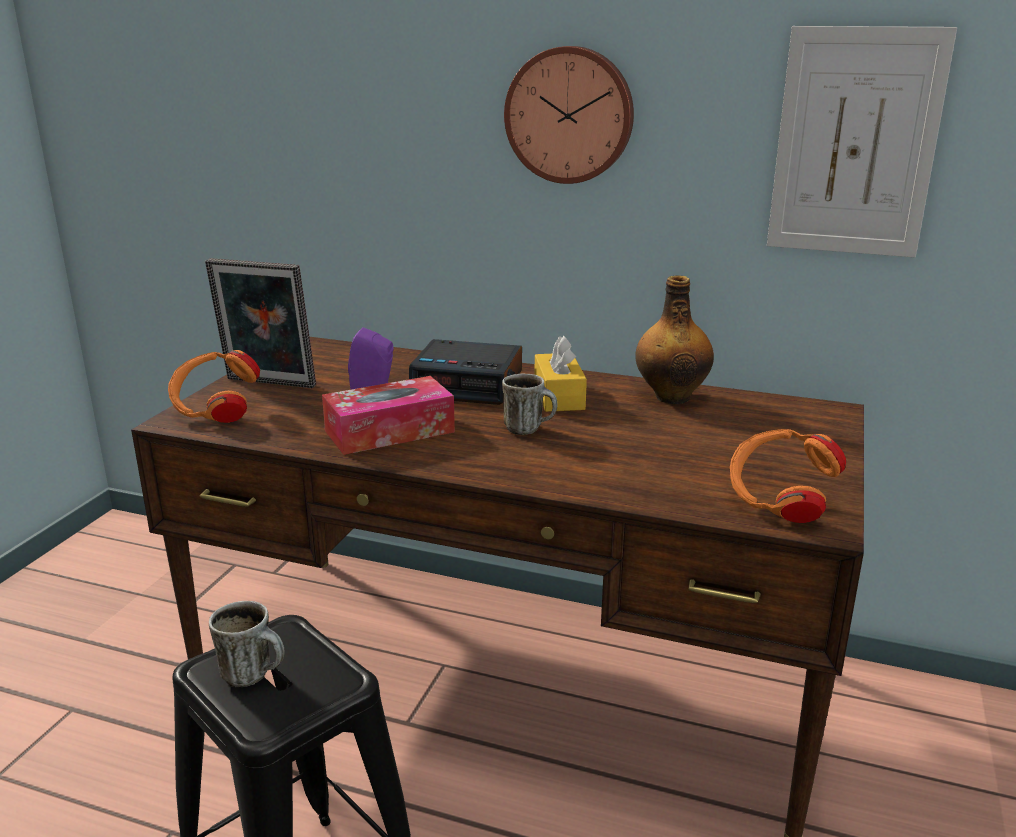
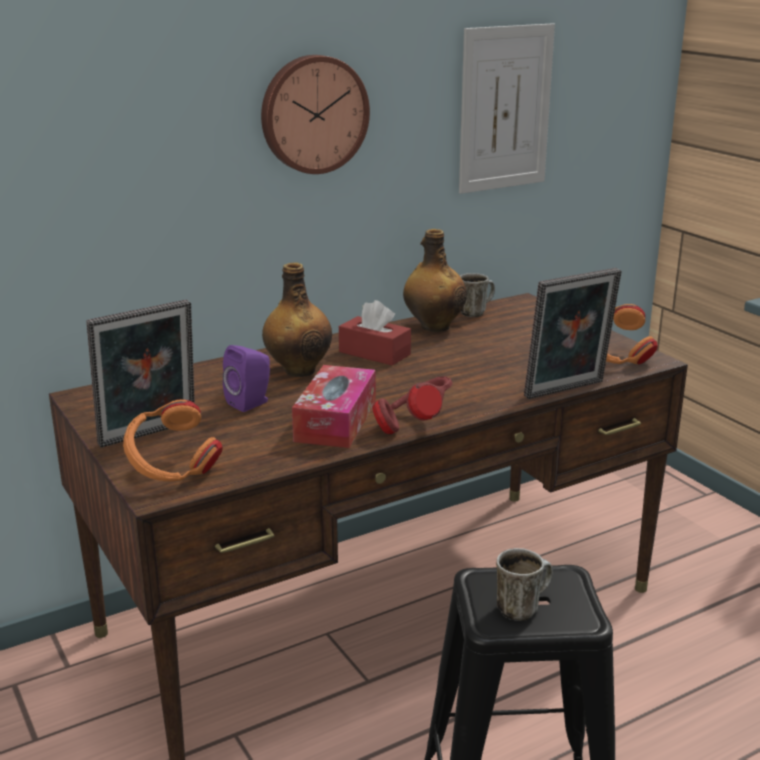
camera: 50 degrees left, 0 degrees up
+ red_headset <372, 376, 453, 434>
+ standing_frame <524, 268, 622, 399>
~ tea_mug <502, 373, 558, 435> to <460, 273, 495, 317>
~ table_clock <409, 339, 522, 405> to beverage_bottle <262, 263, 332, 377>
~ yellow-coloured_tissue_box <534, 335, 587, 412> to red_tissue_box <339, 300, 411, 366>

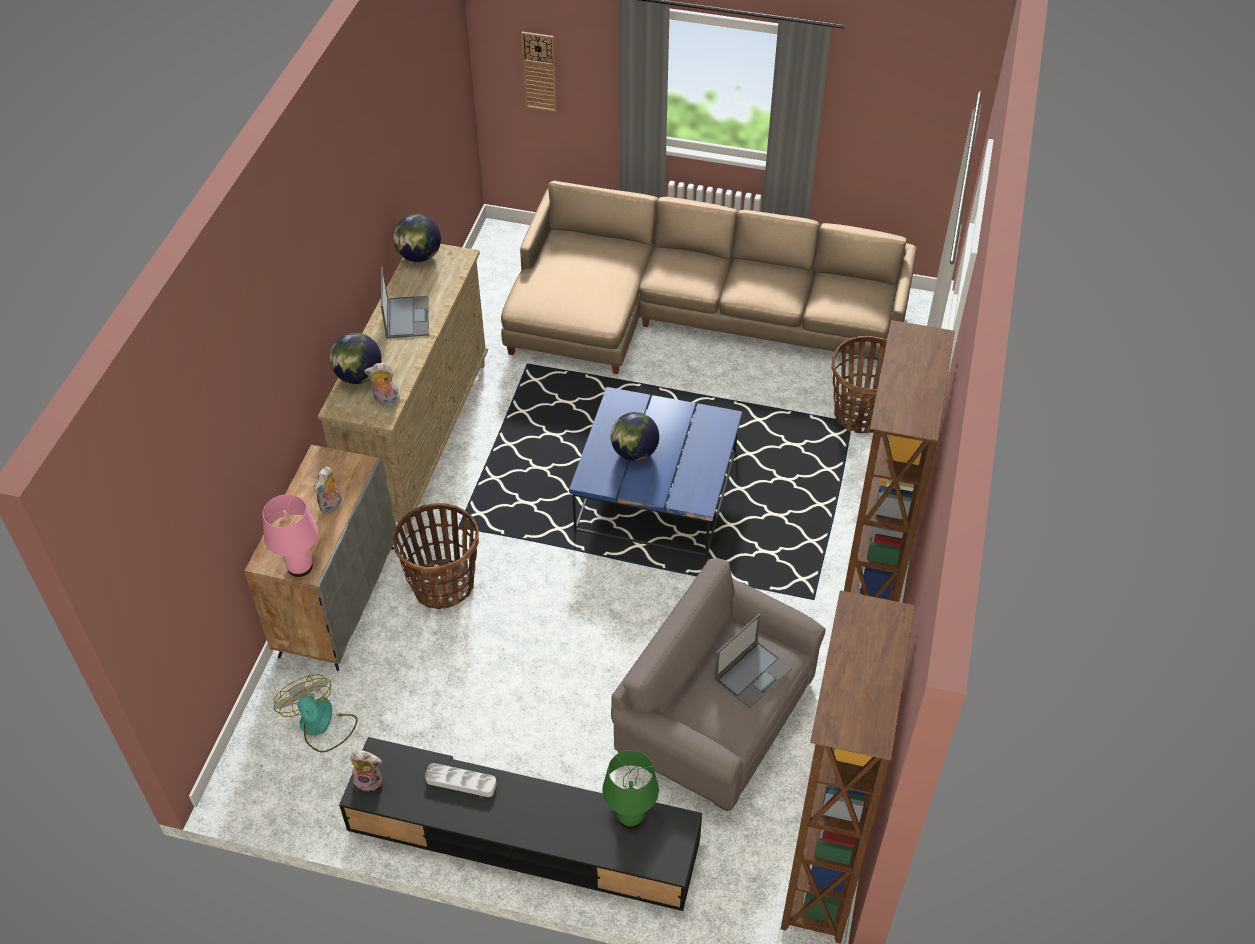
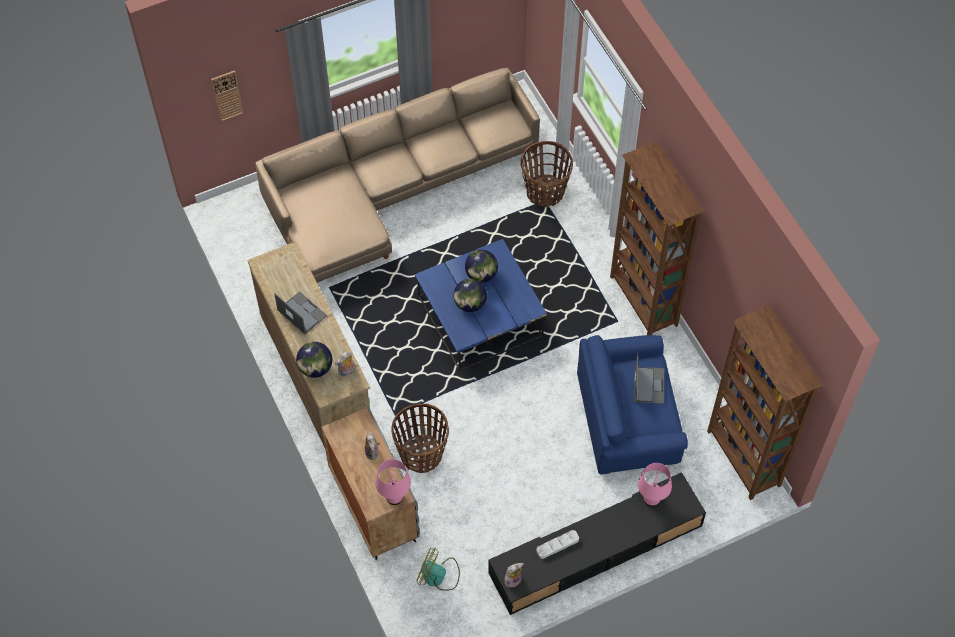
camera: 40 degrees left, 10 degrees up
~ desk_globe <393, 214, 441, 262> to <465, 250, 498, 283>
~ greenish_tabletop_lamp <602, 750, 659, 828> to pinkish_tabletop_lamp <638, 463, 672, 507>
~ grey_easy_chair <611, 558, 826, 811> to bluish_easy_chair <577, 335, 688, 475>

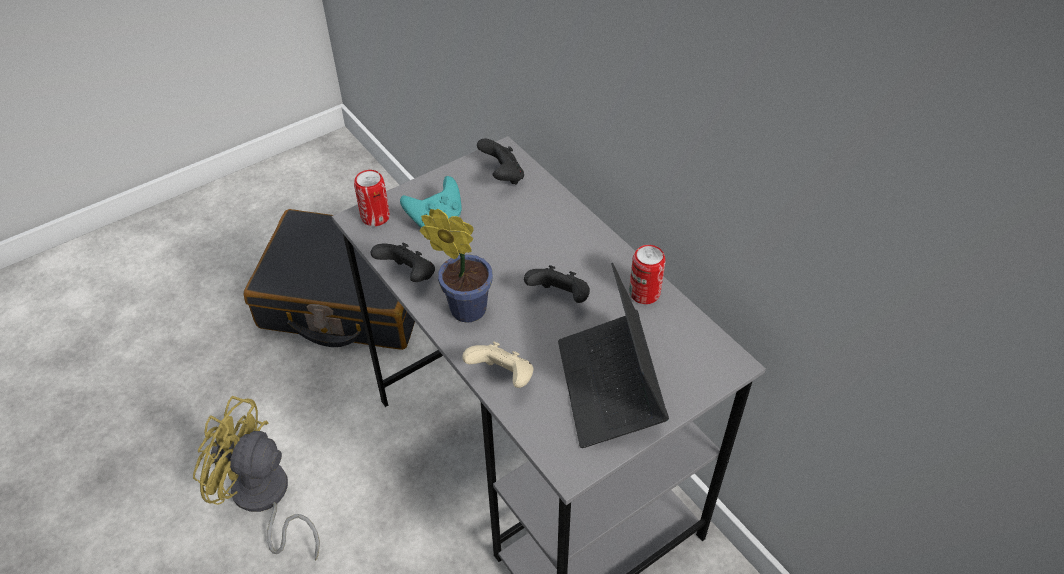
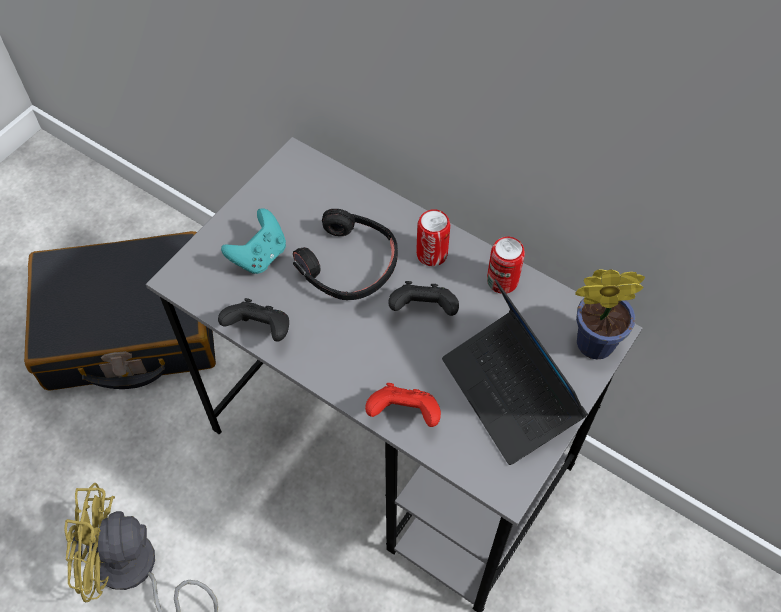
camera: 20 degrees left, 10 degrees up
- black-coloured_game_controller <477, 138, 524, 184>
+ black-coloured_headset <293, 209, 398, 300>
~ sealed_can <354, 170, 390, 226> to <416, 209, 450, 266>
~ potted_plant <420, 209, 493, 323> to <575, 269, 645, 359>
~ beige-coloured_game_controller <462, 341, 533, 388> to red_game_controller <365, 383, 441, 427>

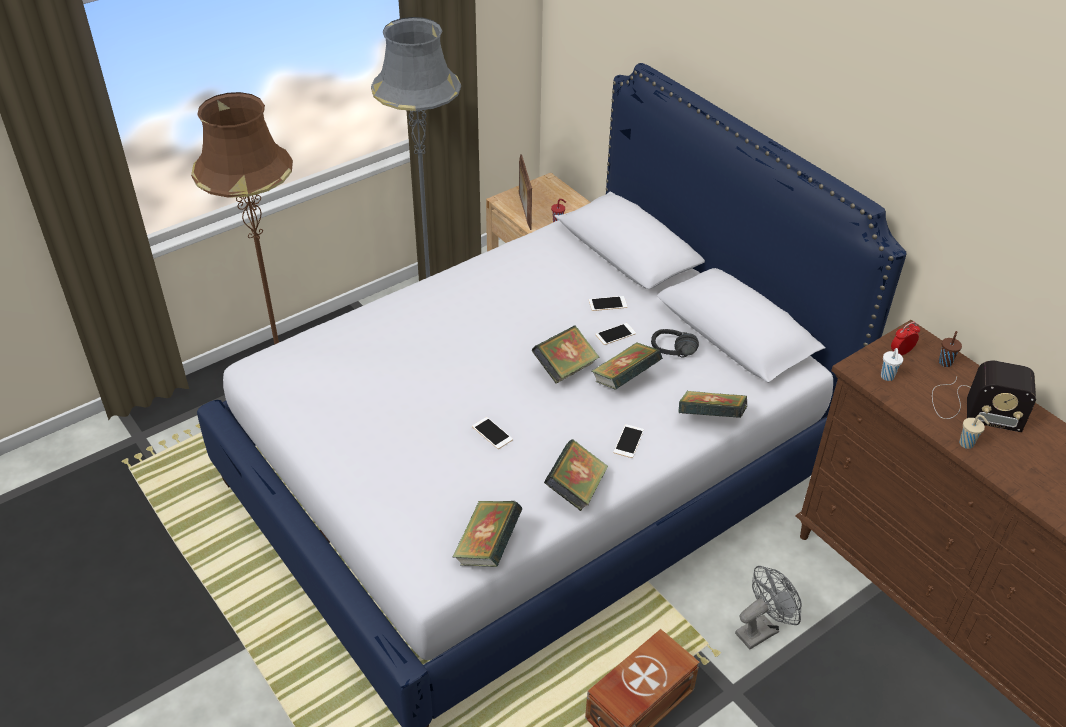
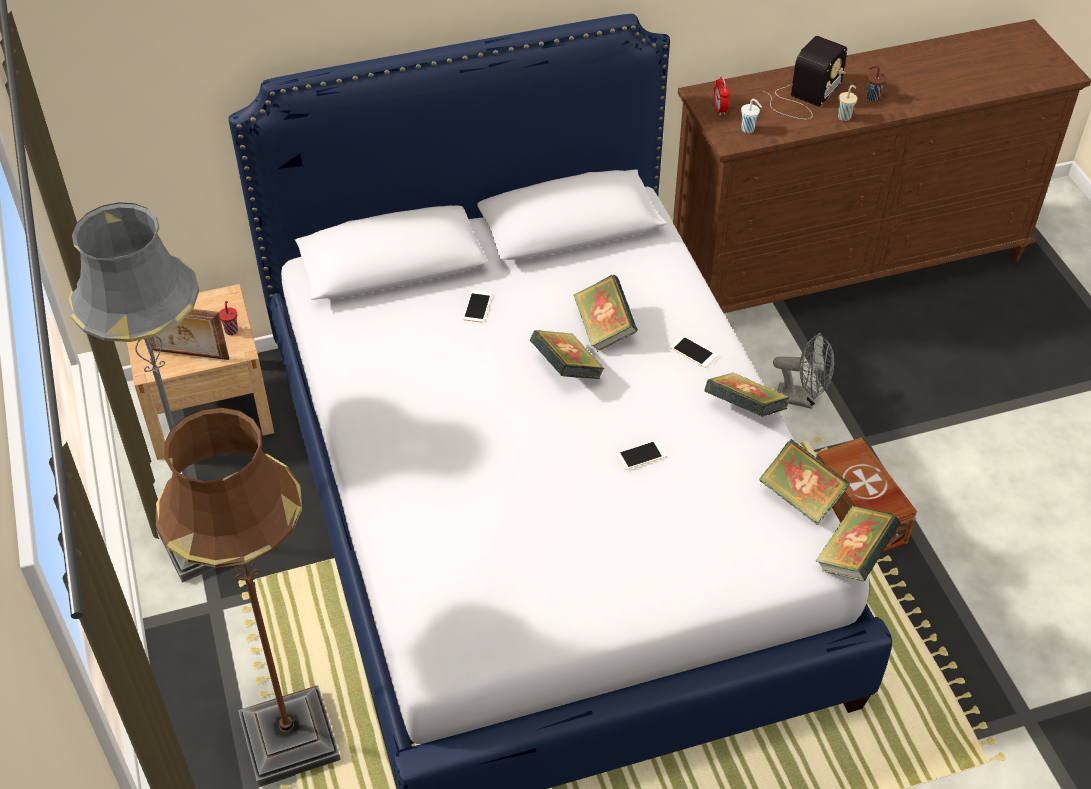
camera: 70 degrees left, 5 degrees up
- telephone <595, 323, 636, 345>
- black-coloured_headset <651, 329, 699, 358>
~ book <679, 391, 747, 418> to <816, 506, 901, 581>
~ brownish_small_cup <939, 331, 962, 367> to <867, 65, 886, 101>
~ grey_fan <735, 566, 802, 649> = <773, 333, 834, 409> 120 degrees clockwise

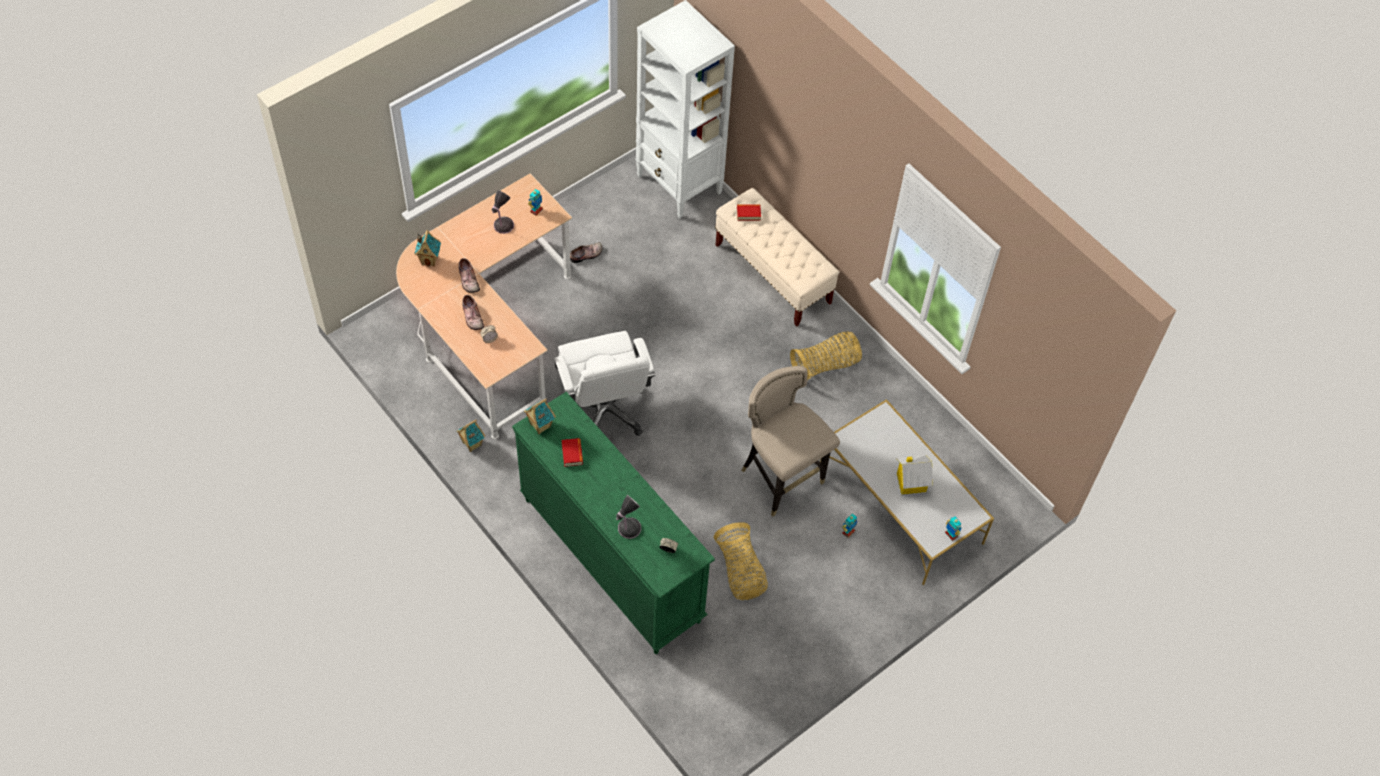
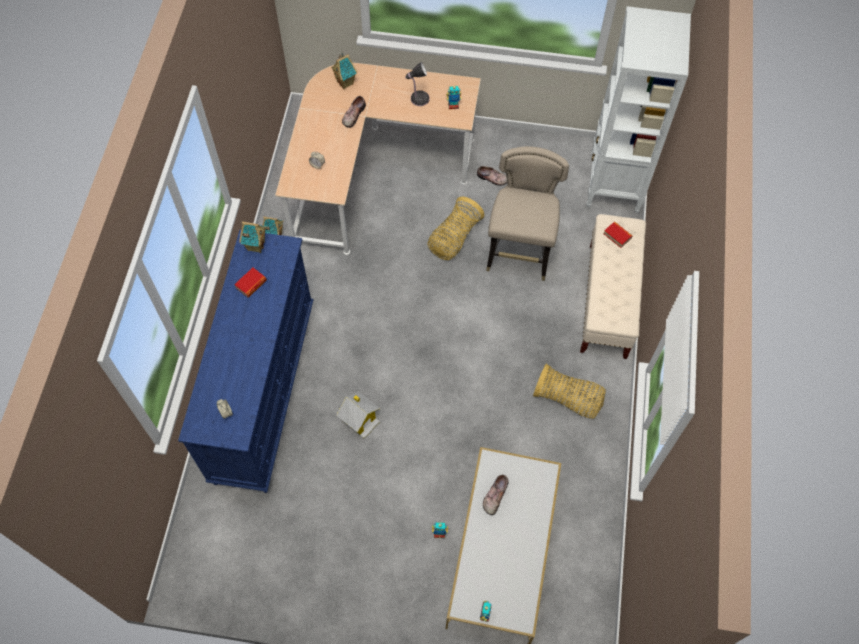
camera: 50 degrees right, 5 degrees up
- white-coloured_computer_chair <554, 331, 655, 436>
- tabletop_lamp <616, 495, 641, 539>
~ item_of_footwear <462, 295, 484, 330> to <483, 475, 509, 515>
~ storage_basket <714, 522, 768, 600> to <428, 196, 484, 260>
~ beige-coloured_stool_seat <741, 366, 840, 516> to <486, 146, 569, 281>
~ toy_house <896, 455, 933, 496> to <336, 392, 380, 439>
~ greenish_dresser <512, 392, 715, 654> to bluish_dresser <178, 230, 314, 493>

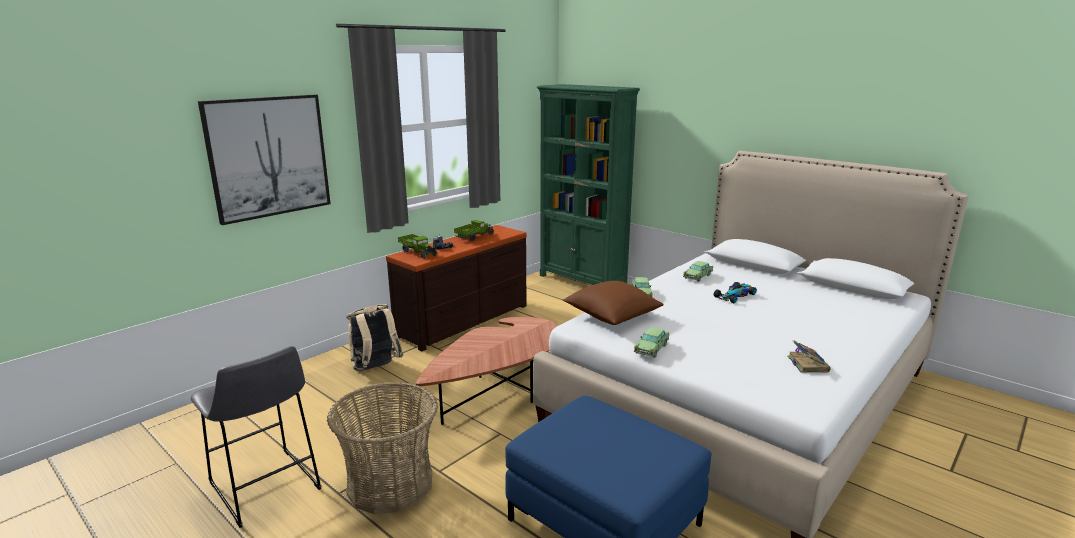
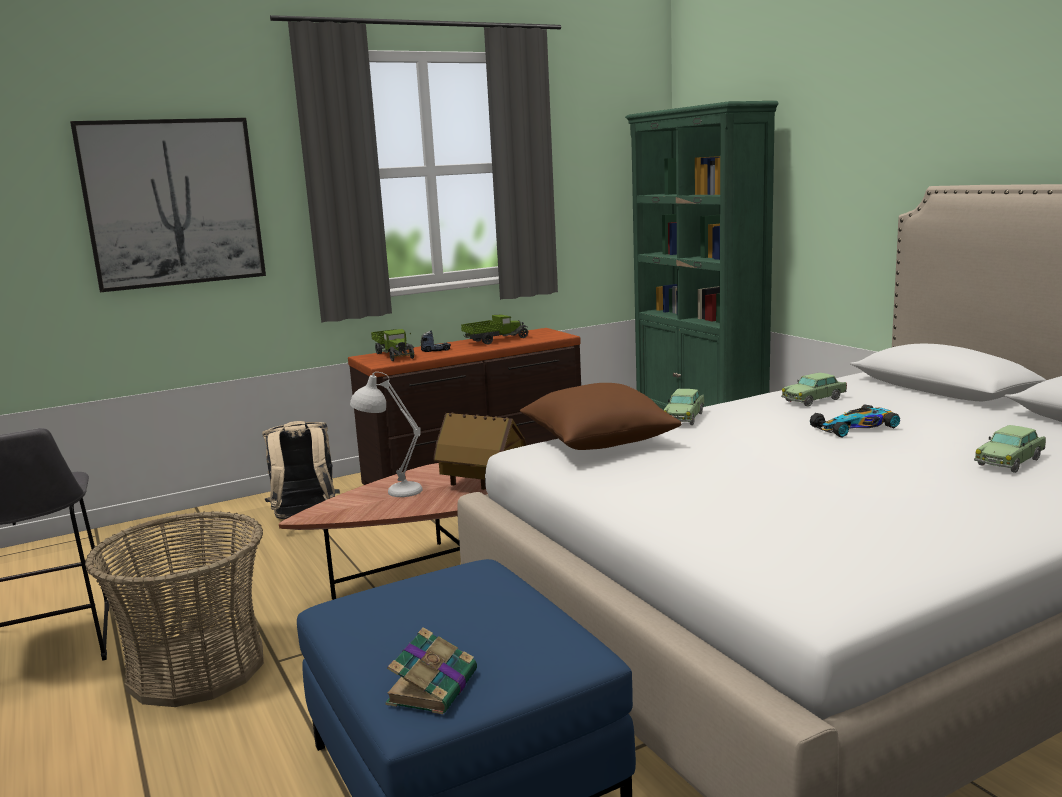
camera: 20 degrees right, 5 degrees down
+ white-coloured_tabletop_lamp <350, 372, 422, 497>
+ toy_house <433, 412, 527, 490>
~ model_car <634, 327, 669, 358> to <974, 425, 1046, 473>
~ book <787, 340, 830, 373> to <385, 627, 477, 714>

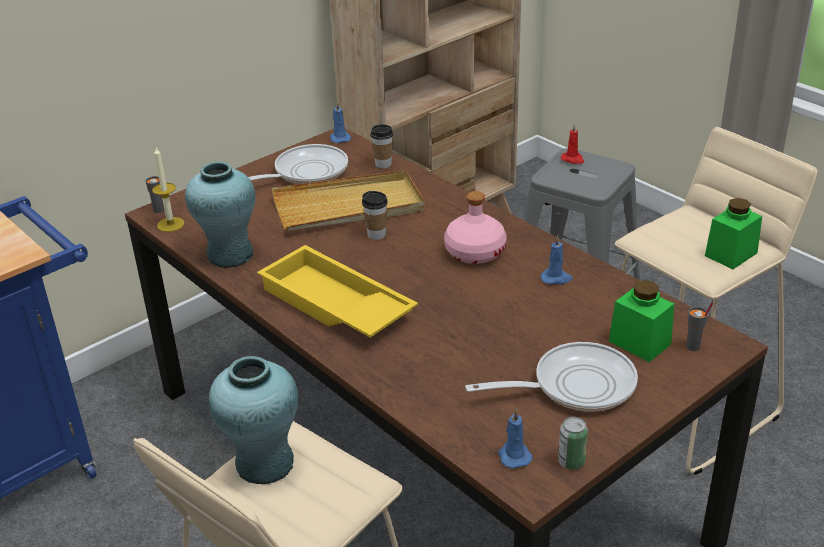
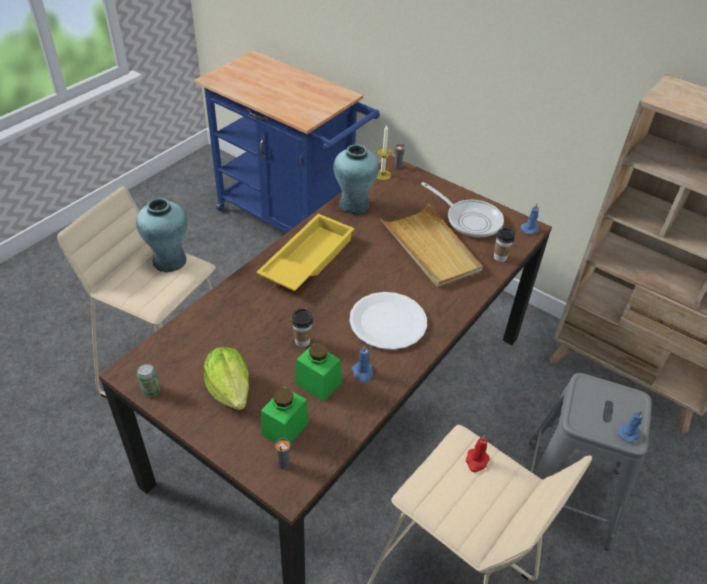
camera: 75 degrees right, 10 degrees up
~ small_cup <362, 191, 388, 240> to <291, 309, 313, 347>
~ bluish_candle <498, 409, 533, 469> to <617, 410, 643, 443>
~ red_candle <561, 123, 584, 164> to <466, 435, 490, 472>
~ greenish_preserve_jar <705, 198, 762, 269> to <295, 343, 341, 402>
~ pinkish_beverage_bottle <444, 191, 507, 264> to white-coloured_flat_dish <349, 292, 427, 350>
~ skillet <465, 342, 638, 412> to lettuce_head <204, 347, 249, 410>

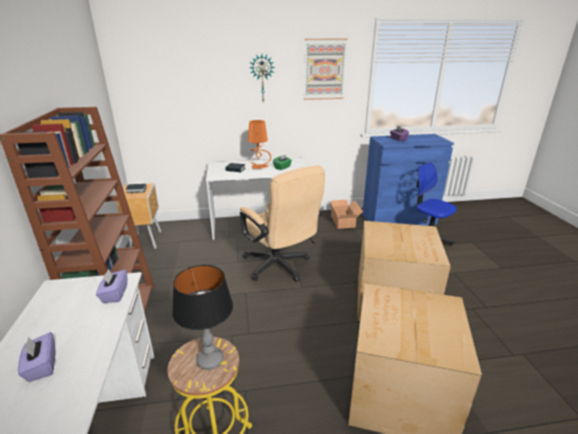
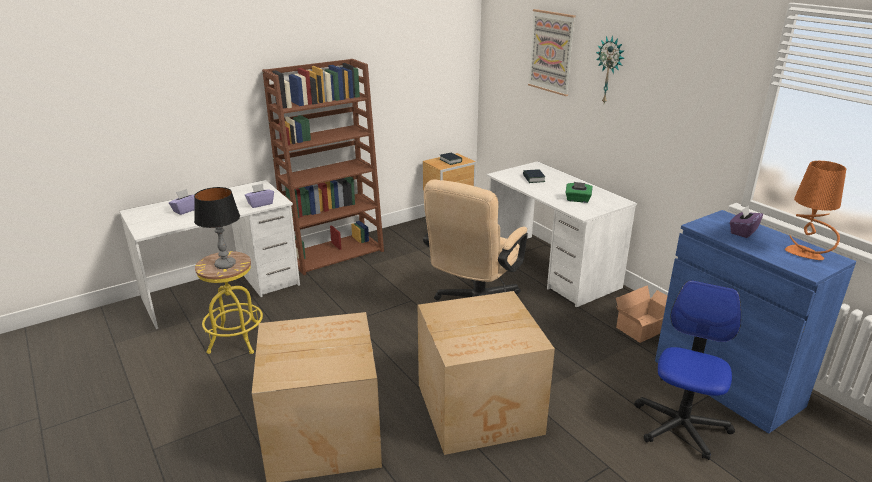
camera: 65 degrees right, 0 degrees up
~ orange_tabletop_lamp <248, 120, 271, 169> to <785, 161, 846, 260>
~ wall_art <304, 39, 348, 100> to <528, 9, 576, 96>

